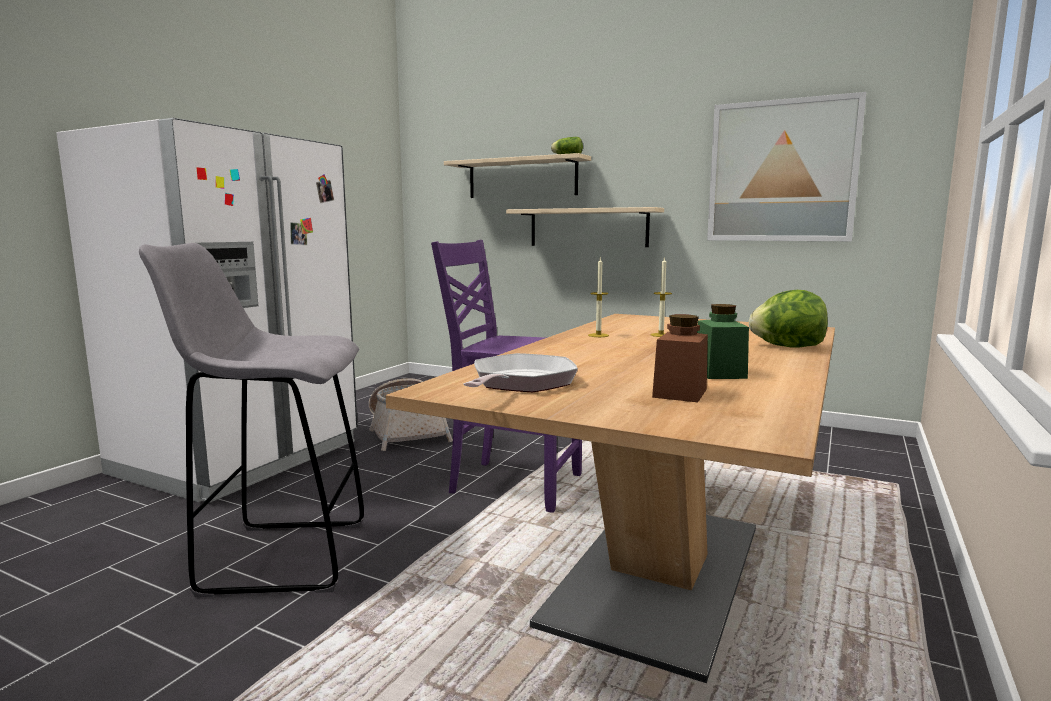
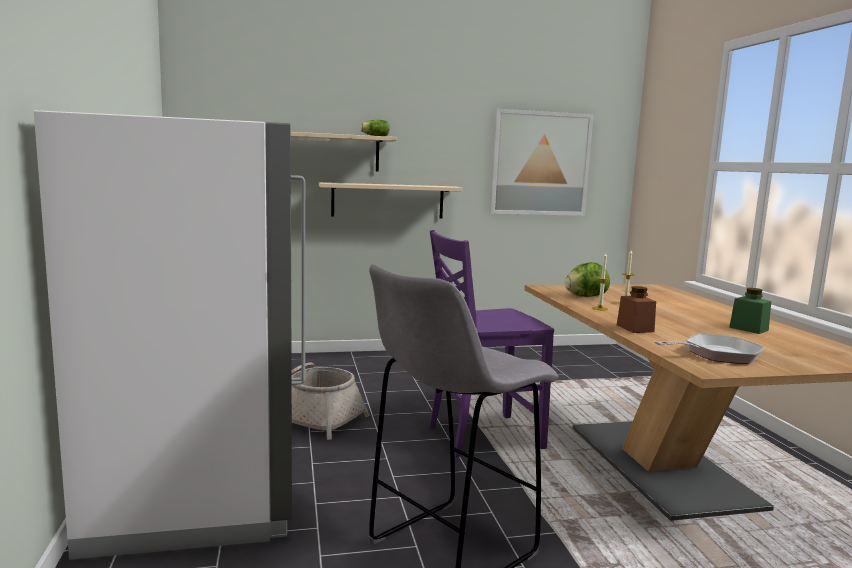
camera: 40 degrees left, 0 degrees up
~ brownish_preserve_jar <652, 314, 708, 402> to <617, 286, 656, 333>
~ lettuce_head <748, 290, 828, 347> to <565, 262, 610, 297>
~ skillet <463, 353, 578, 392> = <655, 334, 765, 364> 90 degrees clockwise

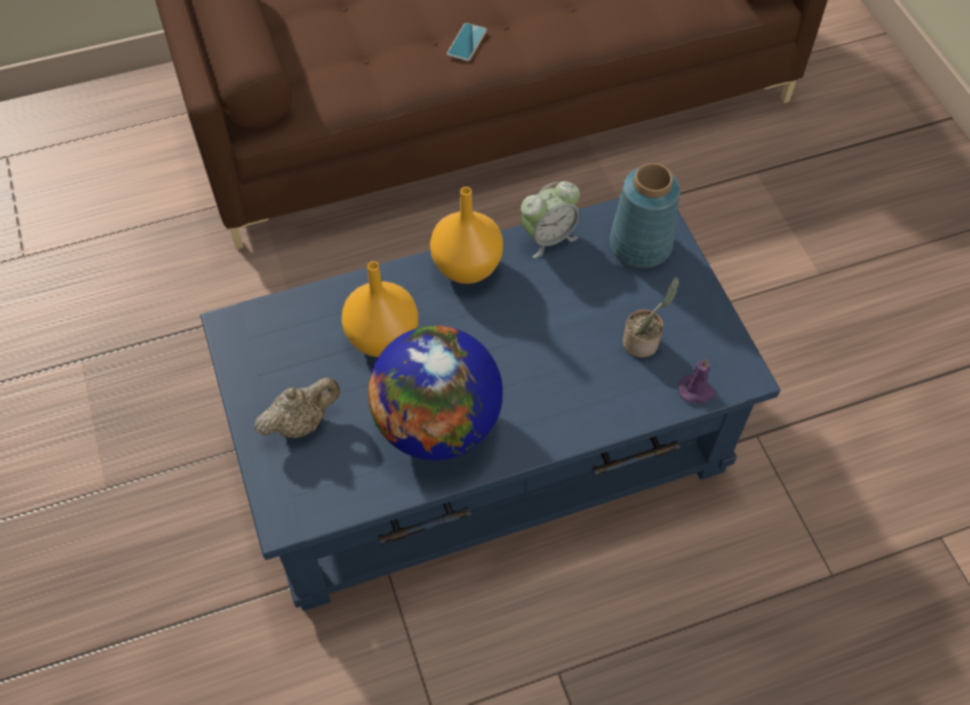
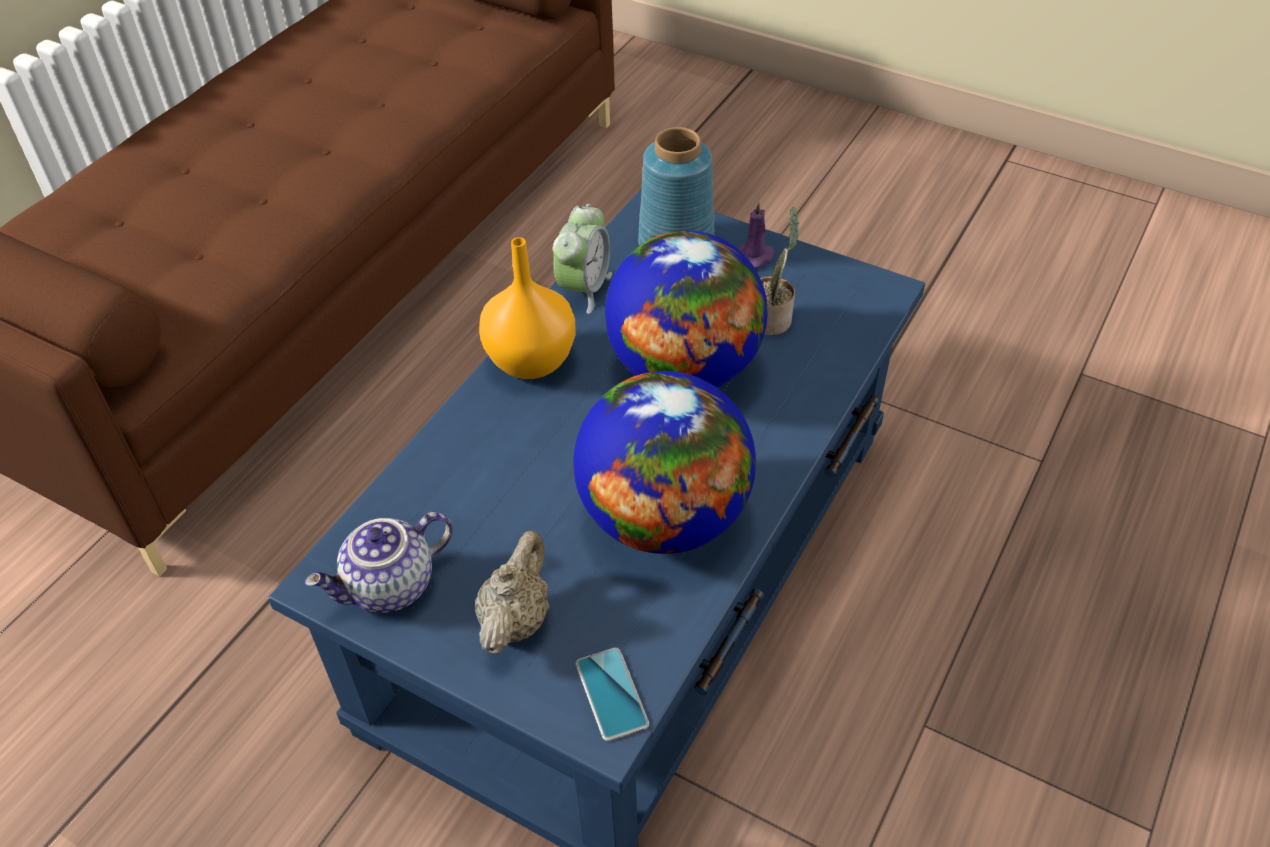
camera: 40 degrees left, 10 degrees down
- orange_decorative_vase <342, 261, 418, 357>
+ tea_pot <305, 512, 453, 613>
+ desk_globe <605, 230, 768, 387>
~ telephone <447, 23, 487, 61> to <576, 648, 649, 741>
~ purple_candle <678, 358, 717, 403> to <737, 201, 775, 268>

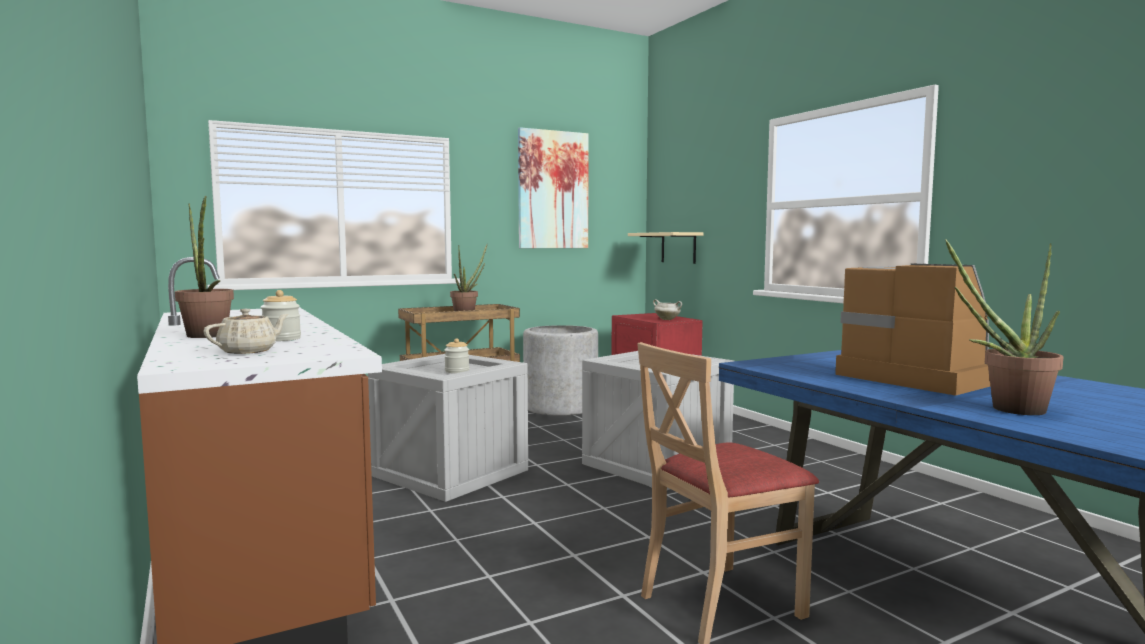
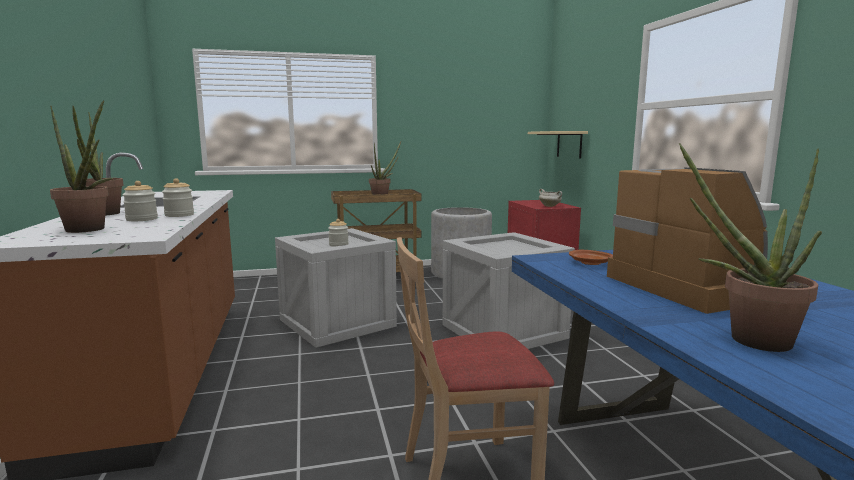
camera: 15 degrees right, 5 degrees up
- wall_art <518, 127, 589, 248>
+ preserve_jar <162, 178, 194, 217>
+ brownish_flat_dish <569, 250, 613, 265>
~ beige-coloured_tea_pot <204, 309, 289, 354> to potted_plant <50, 100, 113, 233>

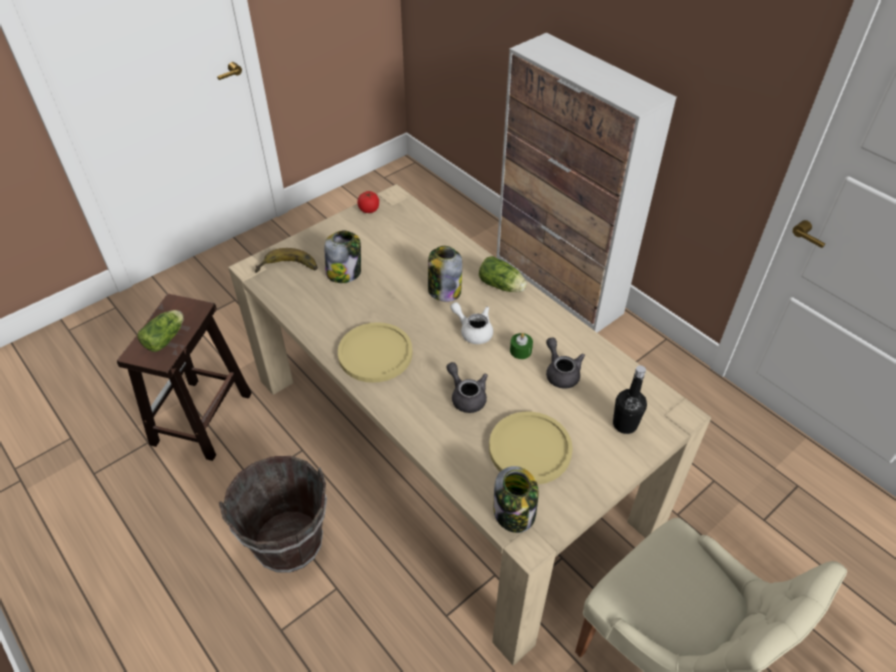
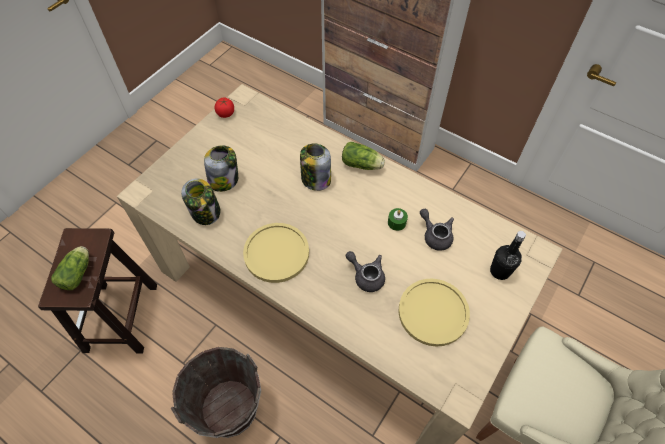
camera: 15 degrees left, 10 degrees up
- banana <255, 248, 318, 273>
- white-coloured_tea_pot <450, 302, 493, 344>
~ preserve_jar <494, 466, 539, 533> to <181, 178, 221, 225>

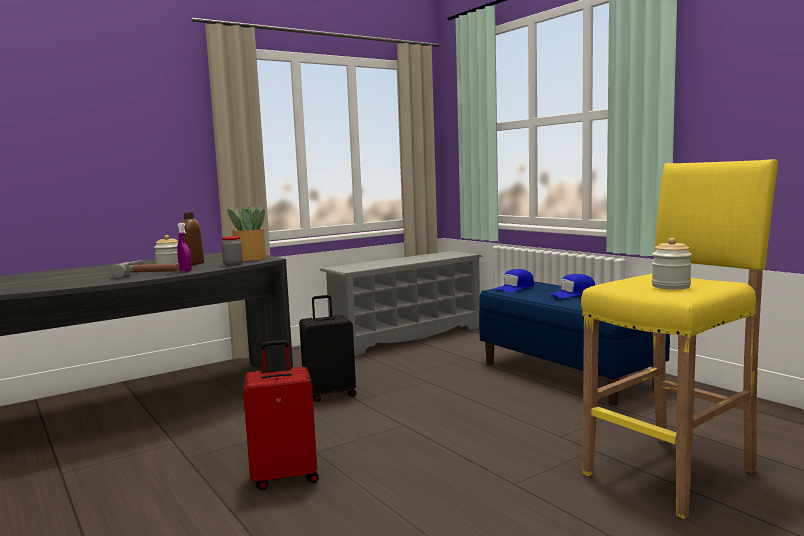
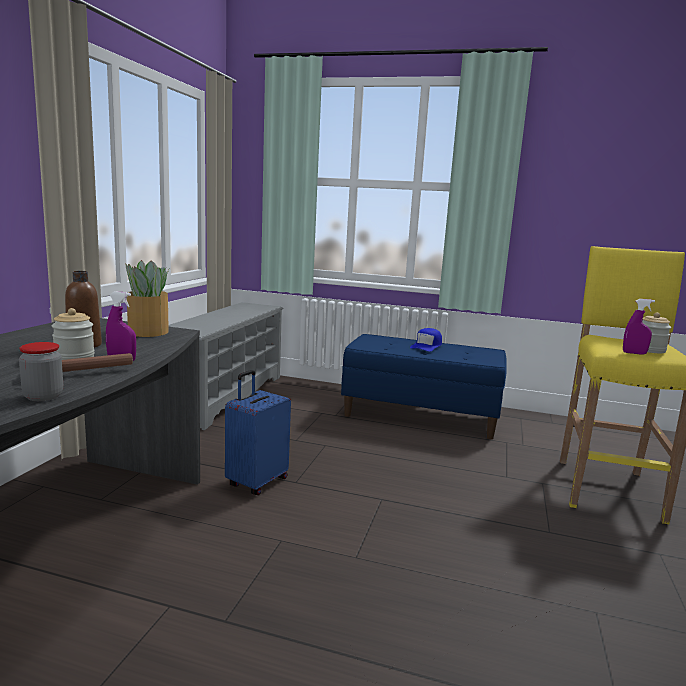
camera: 40 degrees left, 5 degrees up
- red_suitcase <243, 340, 319, 490>
- bluish_baseball_cap <494, 269, 534, 292>
+ purple_hand_sprayer <623, 299, 655, 355>
~ preserve_jar <221, 236, 243, 266> to <19, 342, 63, 401>
~ black-coloured_suitcase <299, 295, 357, 402> to bluish_suitcase <225, 370, 291, 495>

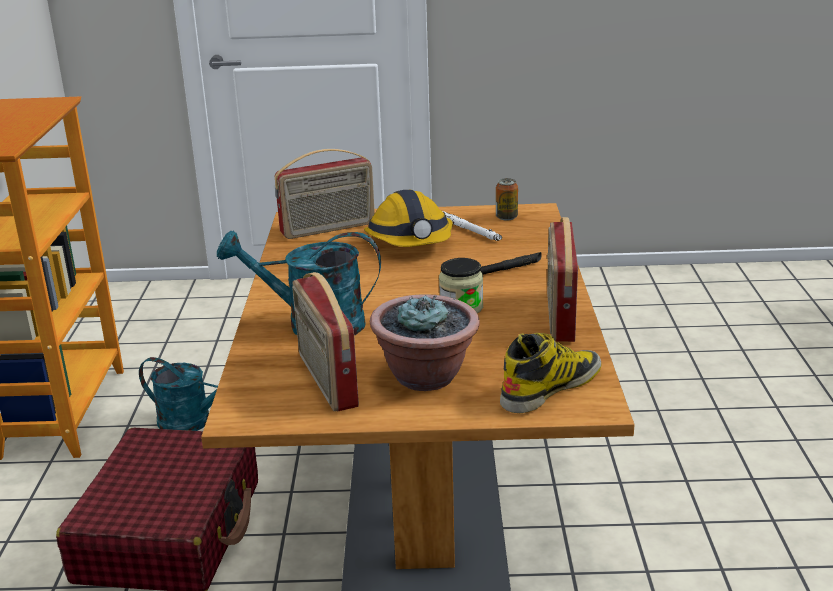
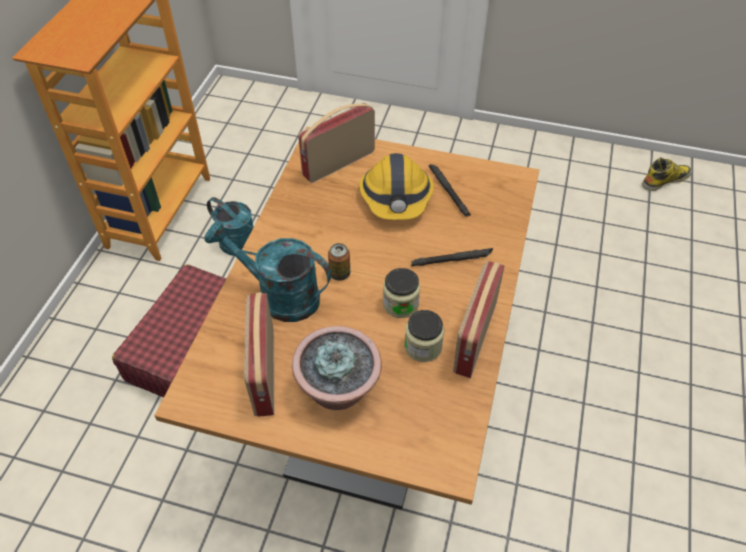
camera: 15 degrees right, 25 degrees up
+ preserve_jar <405, 310, 444, 362>
~ sealed_can <496, 178, 518, 221> to <328, 243, 350, 281>
~ tall_boot <500, 333, 602, 413> to <642, 157, 692, 191>
~ white-coloured_flashlight <443, 211, 502, 241> to black-coloured_flashlight <429, 164, 471, 216>
~ radio_set <275, 149, 375, 239> = <298, 103, 375, 183> 150 degrees clockwise

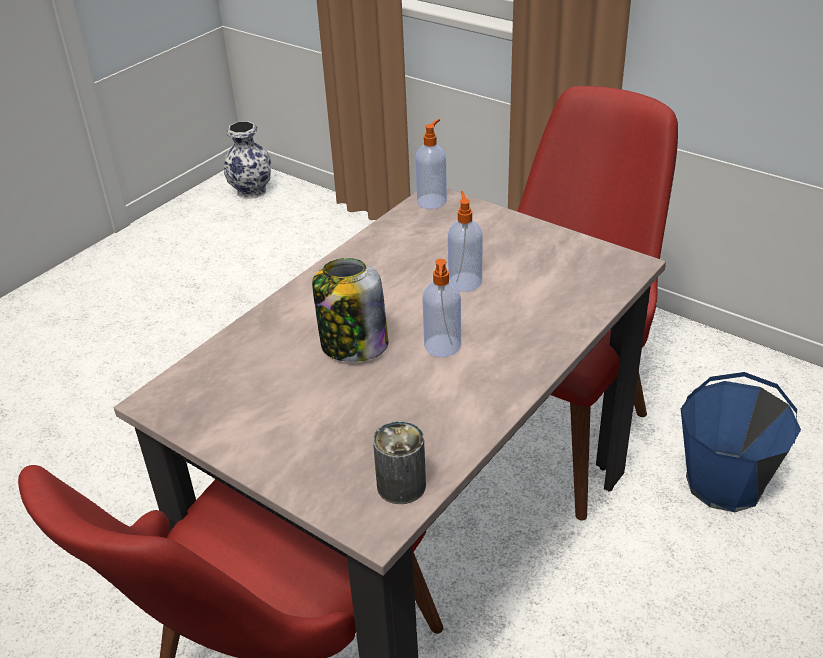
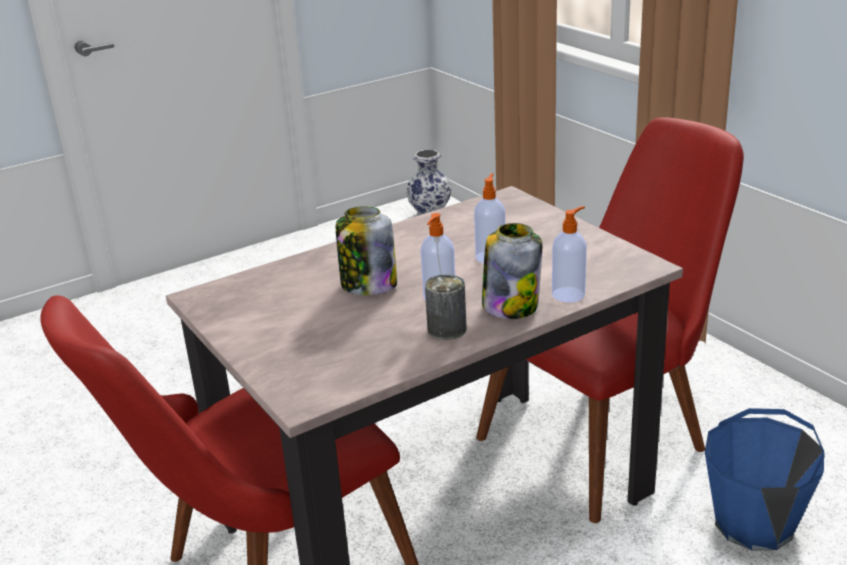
camera: 20 degrees right, 10 degrees down
+ preserve_jar <482, 223, 542, 319>
~ sealed_can <373, 421, 426, 504> to <425, 274, 467, 340>
~ liquid_soap_bottle <415, 119, 447, 209> to <552, 206, 587, 302>

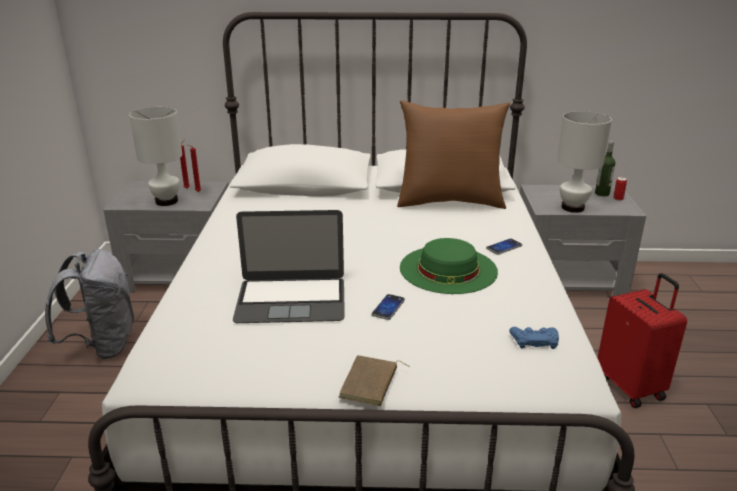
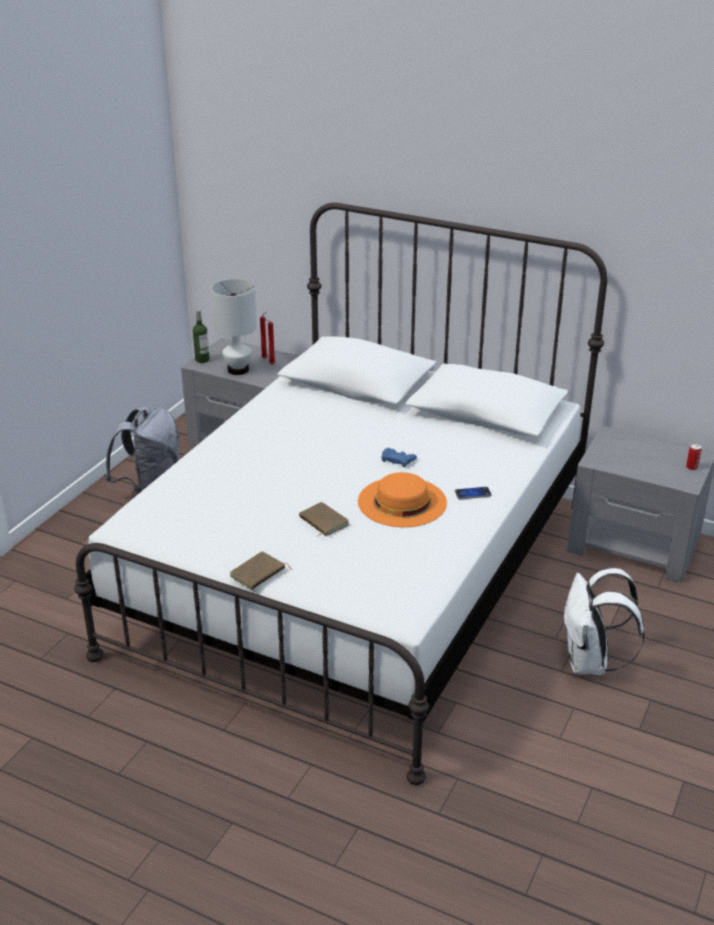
camera: 25 degrees right, 5 degrees up
- notebook_computer <233, 210, 345, 323>
- brownish_cushion <397, 100, 510, 209>
- white-coloured_tabletop_lamp <557, 111, 612, 213>
~ bluish_game_controller <509, 327, 559, 349> to <381, 448, 417, 467>
~ beverage_bottle <595, 141, 615, 197> to <193, 310, 209, 363>
~ telephone <371, 294, 405, 320> to brownish_book <299, 502, 349, 537>
~ red_suitcase <598, 273, 687, 408> to white-coloured_backpack <563, 568, 645, 675>
~ greenish_wearable_hat <400, 238, 498, 294> to orange_wearable_hat <358, 472, 447, 527>

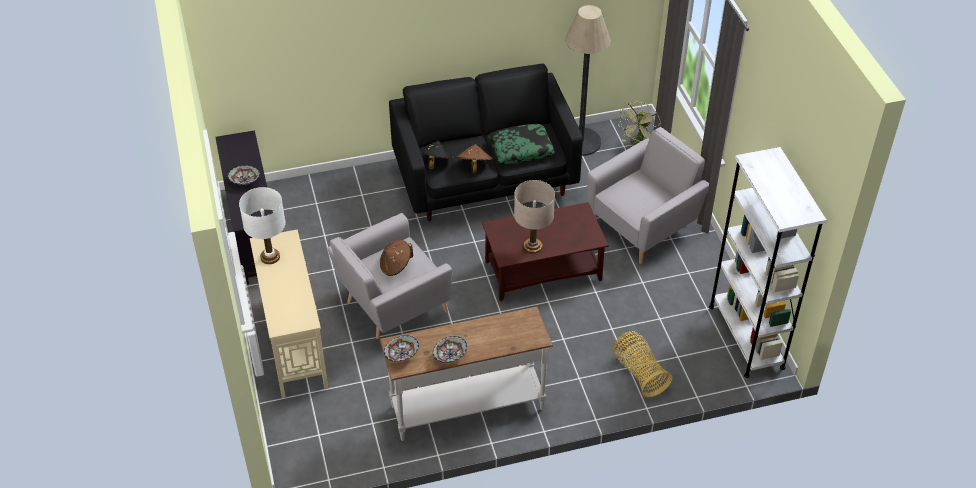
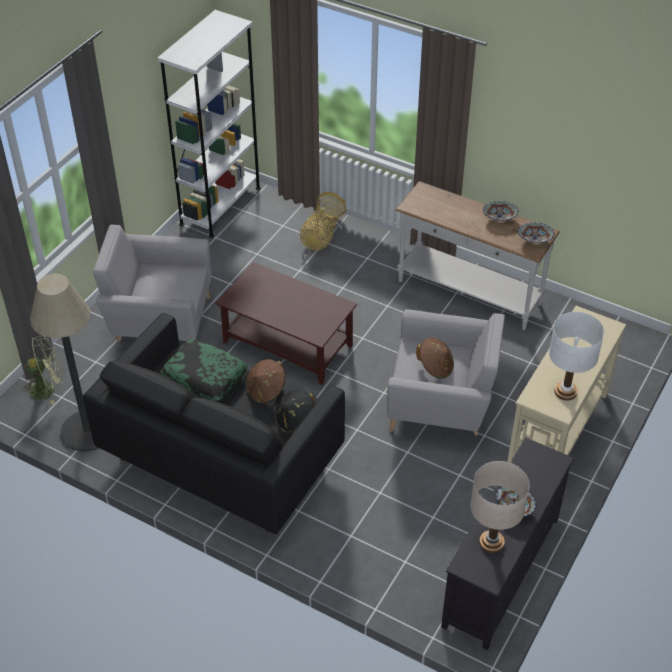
camera: 135 degrees left, 0 degrees up
~ beige-coloured_tabletop_lamp <514, 180, 555, 254> to <471, 461, 530, 553>

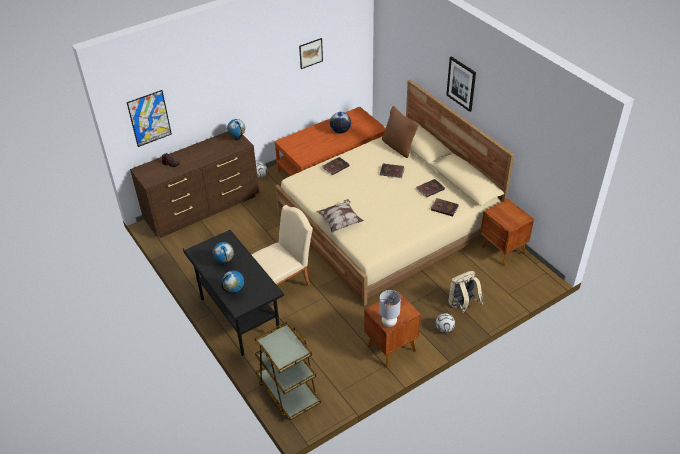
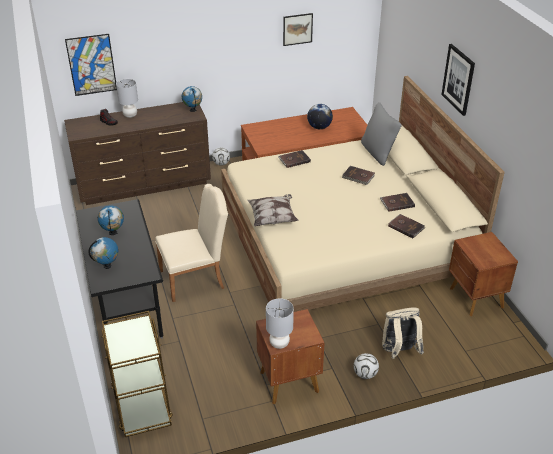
camera: 15 degrees right, 5 degrees down
+ grey_tabletop_lamp <116, 79, 138, 118>
~ brownish_cushion <382, 106, 419, 158> to grey_cushion <361, 102, 402, 166>

